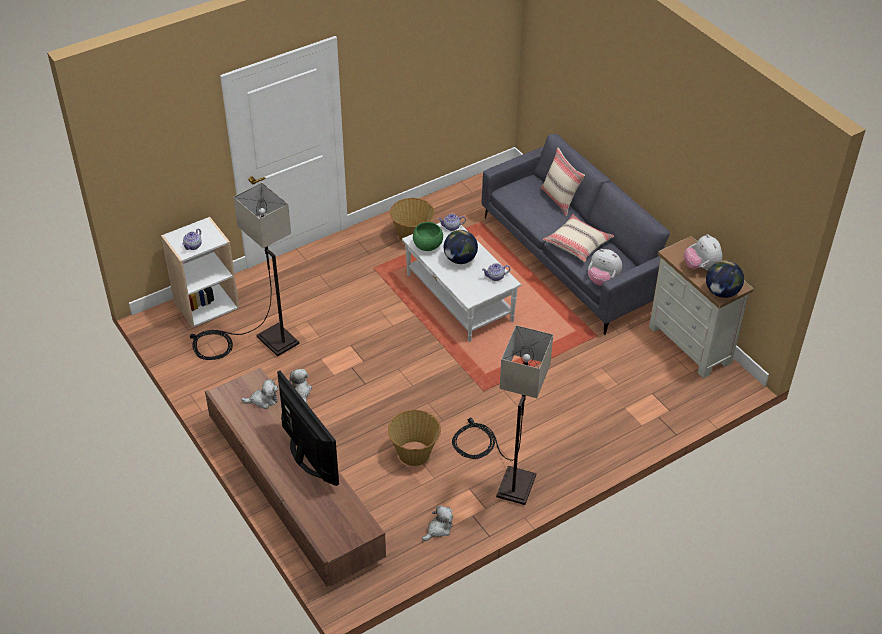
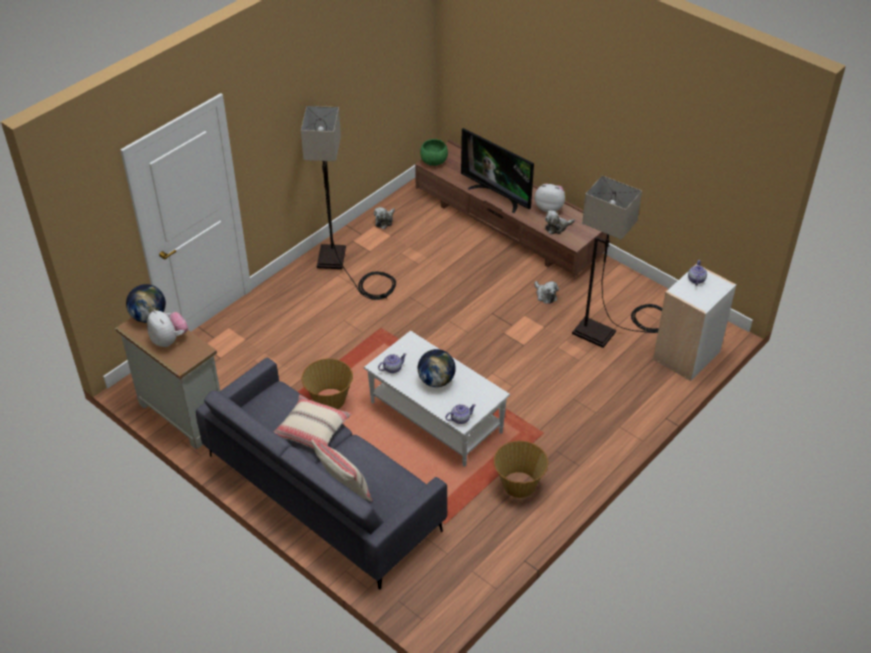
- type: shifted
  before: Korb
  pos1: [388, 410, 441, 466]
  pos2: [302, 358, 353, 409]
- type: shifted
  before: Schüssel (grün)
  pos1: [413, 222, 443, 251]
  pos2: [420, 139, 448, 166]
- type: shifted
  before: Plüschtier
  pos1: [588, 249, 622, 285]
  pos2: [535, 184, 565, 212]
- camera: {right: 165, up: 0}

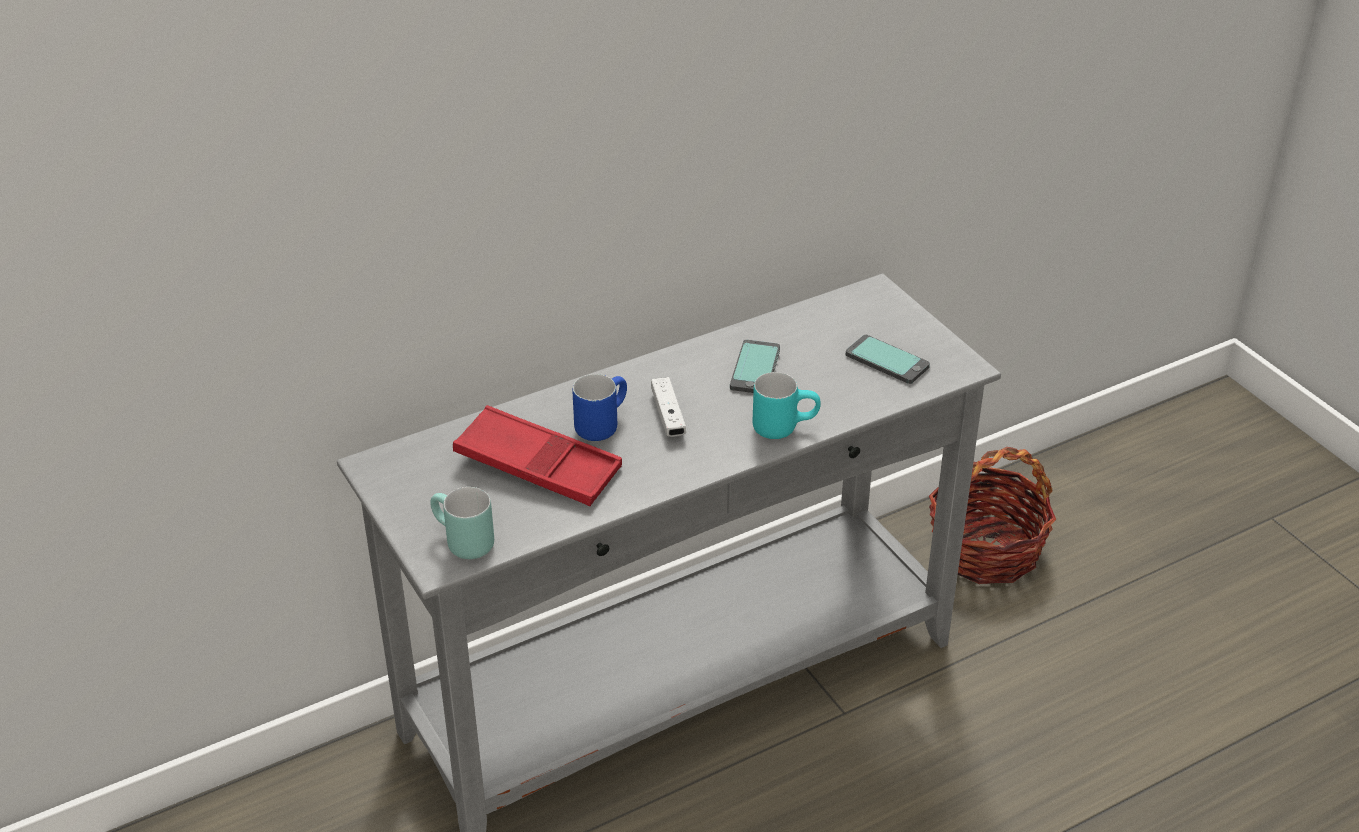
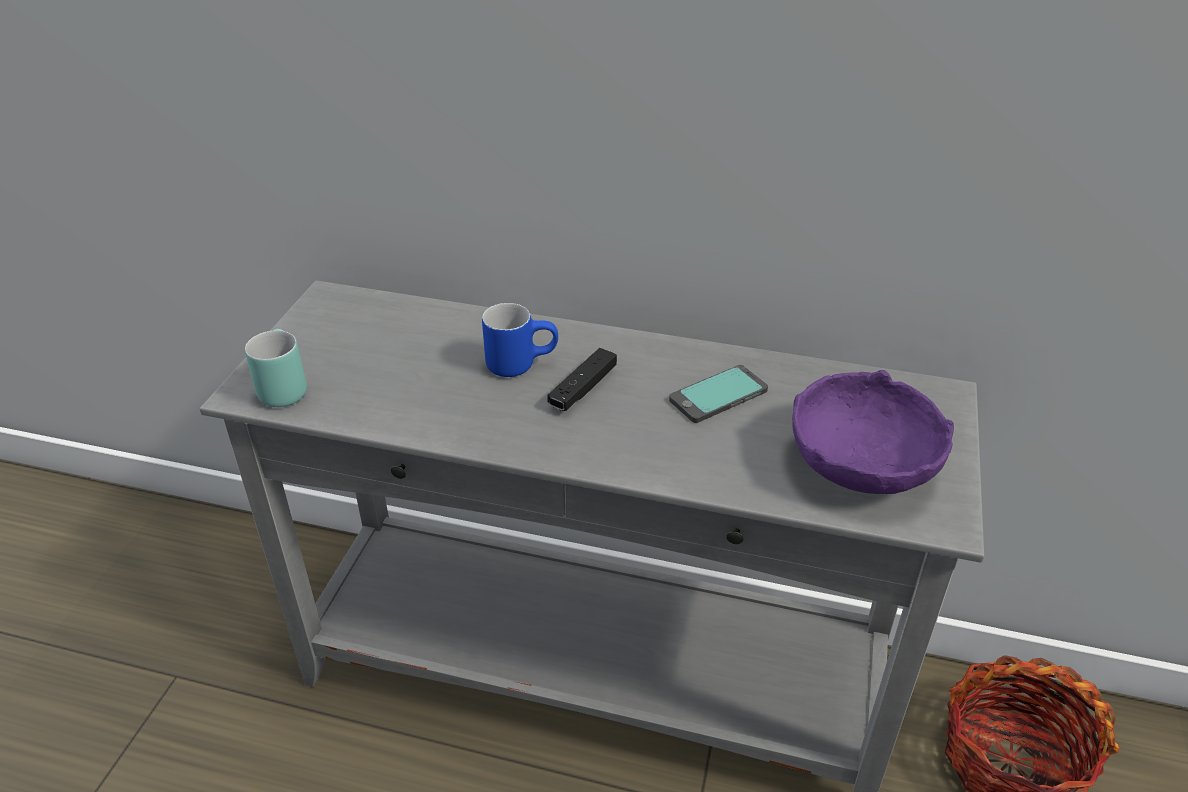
- type: gone
  before: Tablett (rot)
  pos1: [453, 405, 622, 506]
- type: repainted
  before: Gamepad (weiß)
  after: Gamepad (schwarz)
  pos1: [651, 377, 686, 437]
  pos2: [547, 348, 617, 411]
- type: gone
  before: Henkelbecher (türkis)
  pos1: [752, 372, 821, 439]
- type: swapped
  before: Handy
  after: Schüssel (lila)
  pos1: [846, 335, 930, 384]
  pos2: [792, 370, 954, 494]
- camera: {right: 45, up: 0}

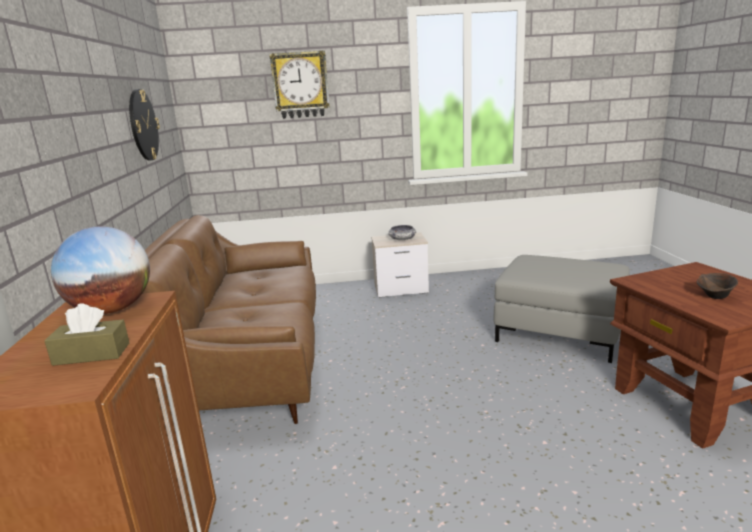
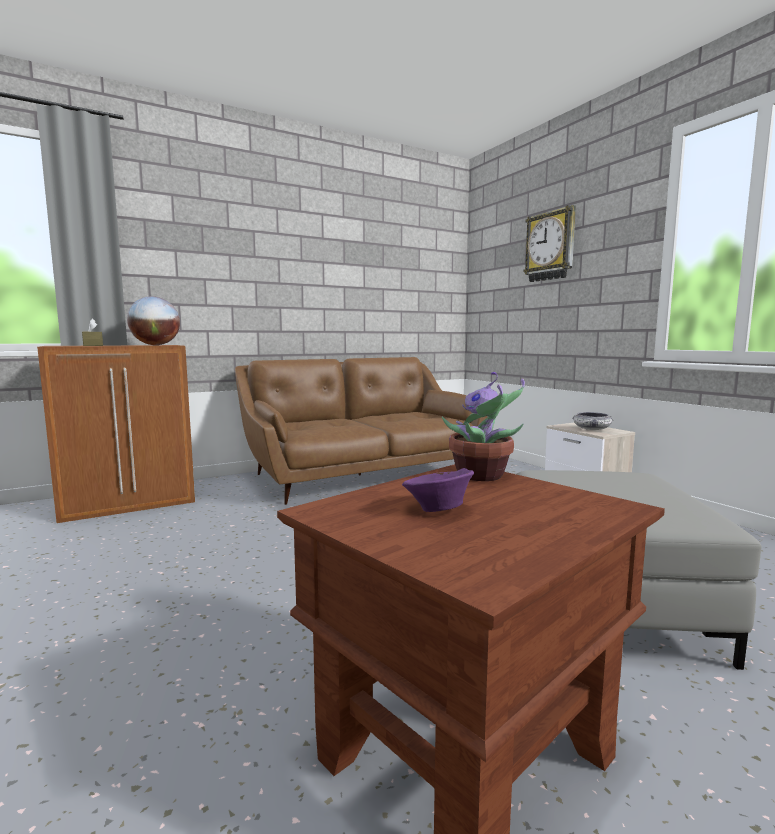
- type: gone
  before: Wanduhr
  pos1: [129, 89, 160, 161]
- type: repainted
  before: Schüssel (braun)
  after: Schüssel (lila)
  pos1: [697, 273, 738, 299]
  pos2: [402, 468, 474, 512]
- type: new
  after: Topfpflanze
  pos2: [442, 372, 525, 481]
- camera: {right: 65, up: -10}

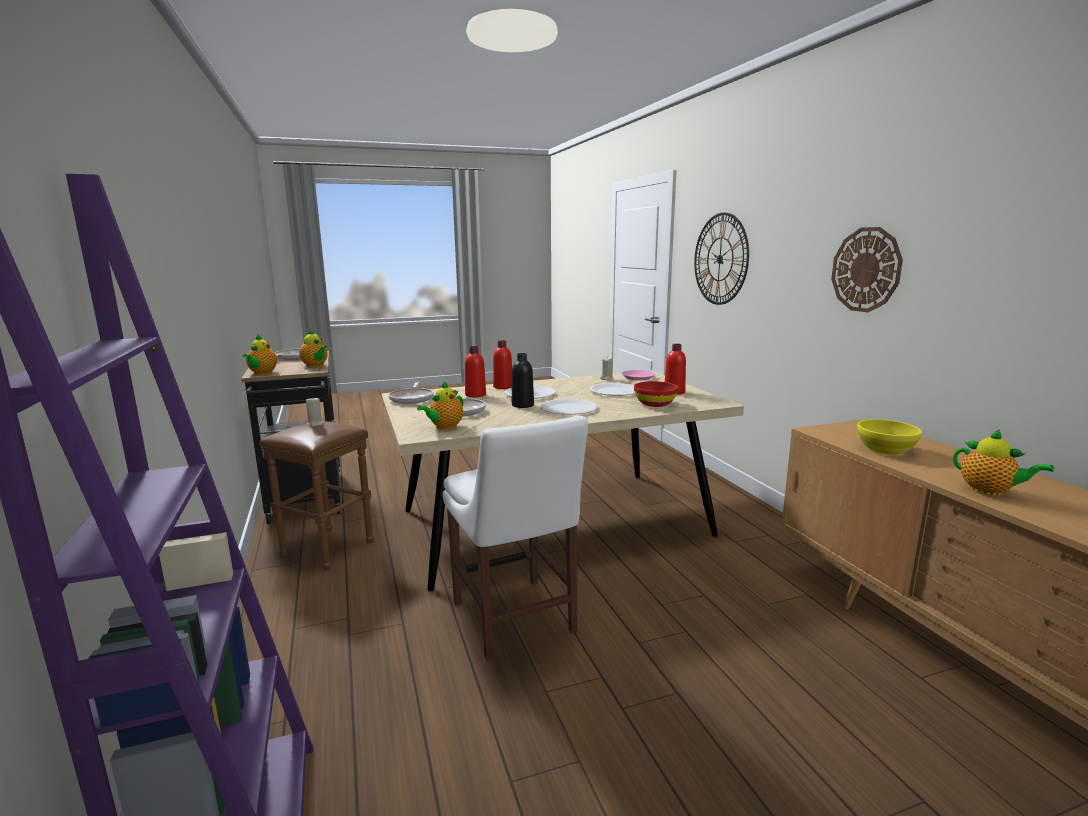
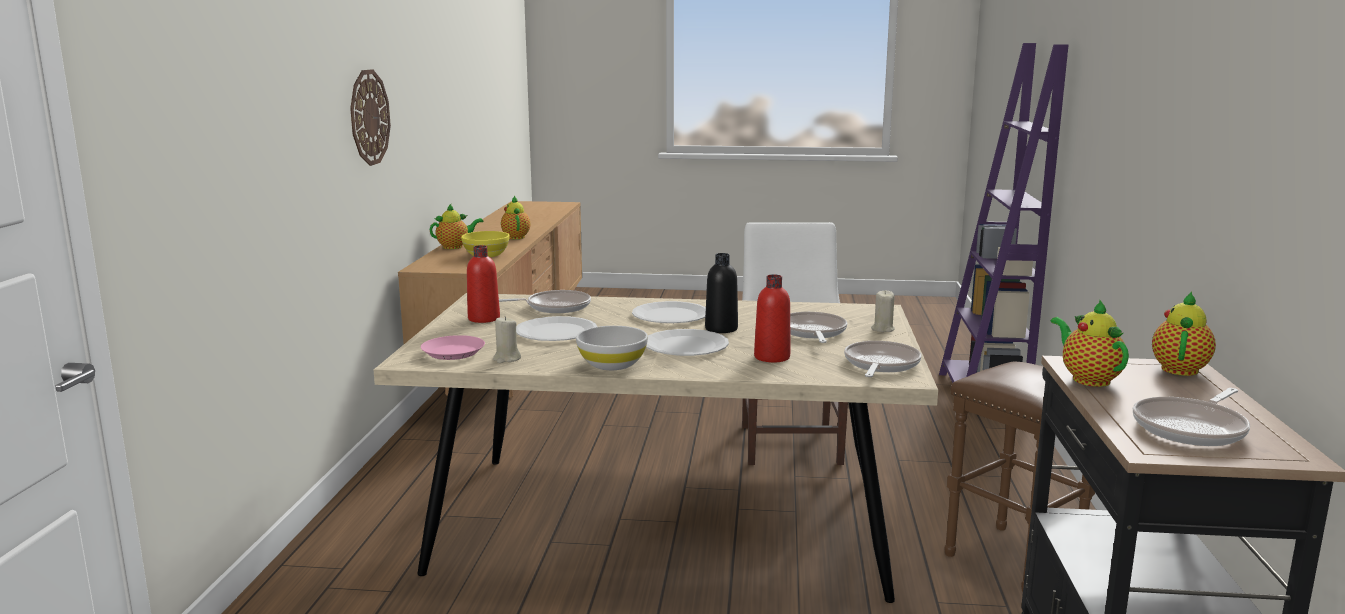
- type: shifted
  before: Kerze (beige)
  pos1: [306, 396, 324, 426]
  pos2: [871, 290, 895, 332]
- type: shifted
  before: Teekanne
  pos1: [417, 381, 463, 430]
  pos2: [430, 204, 483, 249]
- type: gone
  before: Flasche (rot)
  pos1: [493, 340, 512, 389]
- type: swapped
  before: Schüssel (rot)
  after: Pfanne
  pos1: [634, 381, 678, 407]
  pos2: [499, 290, 591, 313]
- type: gone
  before: Wanduhr
  pos1: [694, 213, 749, 305]
- type: new
  after: Schüssel (weiß)
  pos2: [576, 326, 648, 370]
- camera: {right: -155, up: 0}

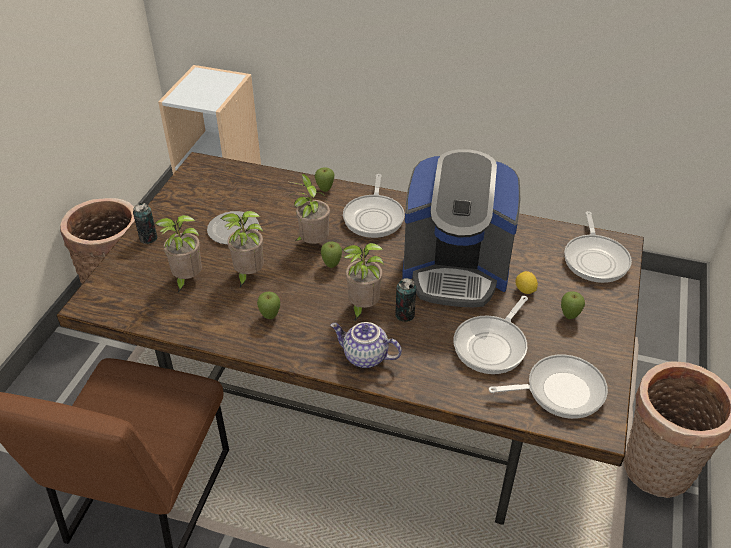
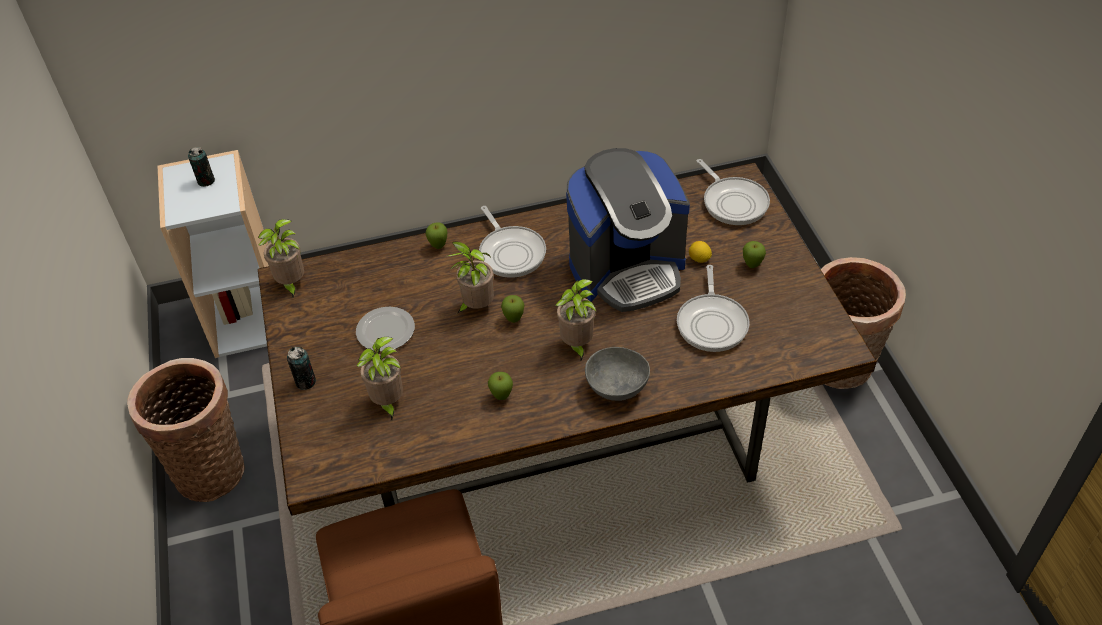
- type: shifted
  before: Topfpflanze
  pos1: [221, 211, 264, 287]
  pos2: [258, 219, 304, 298]
- type: swapped
  before: Teekanne
  after: Schüssel (grau)
  pos1: [330, 322, 402, 368]
  pos2: [585, 347, 650, 401]
- type: shifted
  before: Dose
  pos1: [395, 278, 416, 322]
  pos2: [188, 147, 215, 187]
- type: gone
  before: Pfanne
  pos1: [489, 354, 608, 419]
- camera: {right: -30, up: 5}

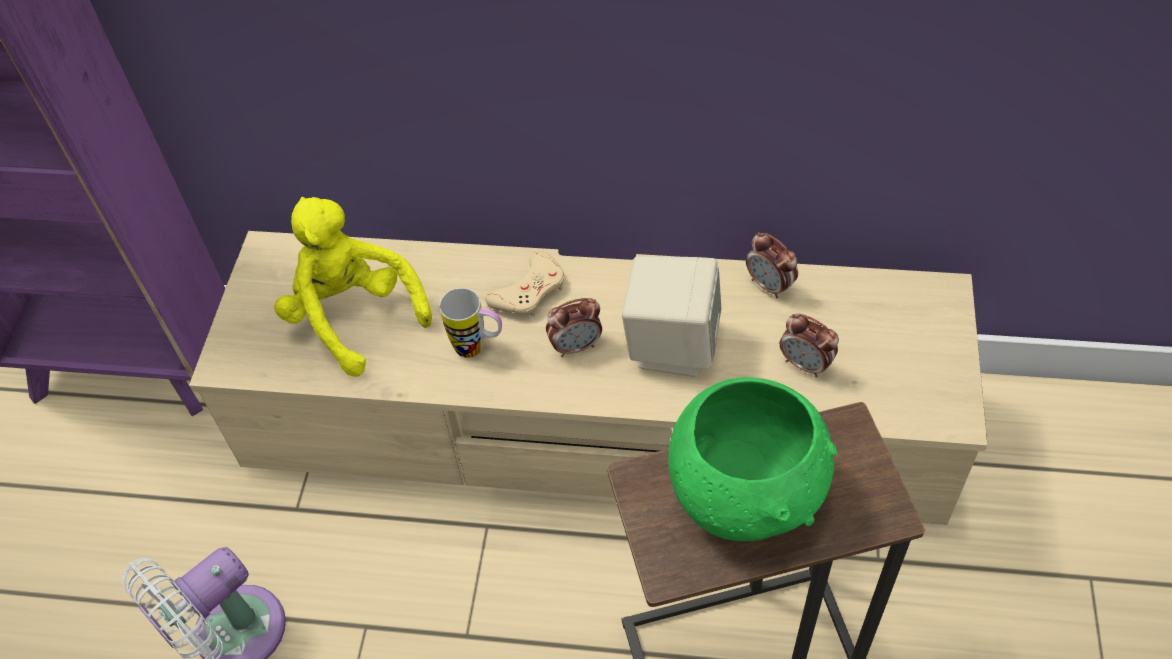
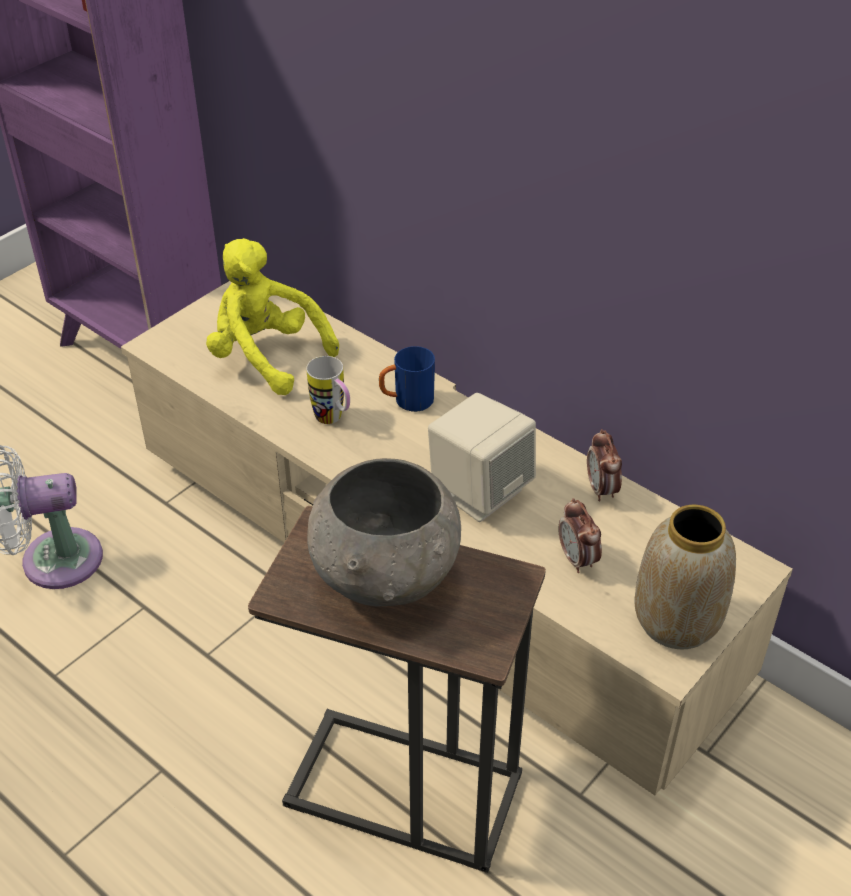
- type: rotated
  before: Plüschtier (gelb)
  pos1: [274, 197, 432, 377]
  pos2: [206, 238, 339, 395]
  turn: -45
- type: swapped
  before: Gamepad (beige)
  after: Henkelbecher (blau)
  pos1: [485, 251, 564, 317]
  pos2: [379, 346, 435, 412]
- type: gone
  before: Wecker
  pos1: [546, 298, 602, 357]
- type: repainted
  before: Schüssel (grün)
  after: Schüssel (grau)
  pos1: [668, 377, 837, 541]
  pos2: [307, 458, 461, 606]
- type: new
  after: Vase
  pos2: [634, 505, 736, 649]
- camera: {right: 30, up: -10}

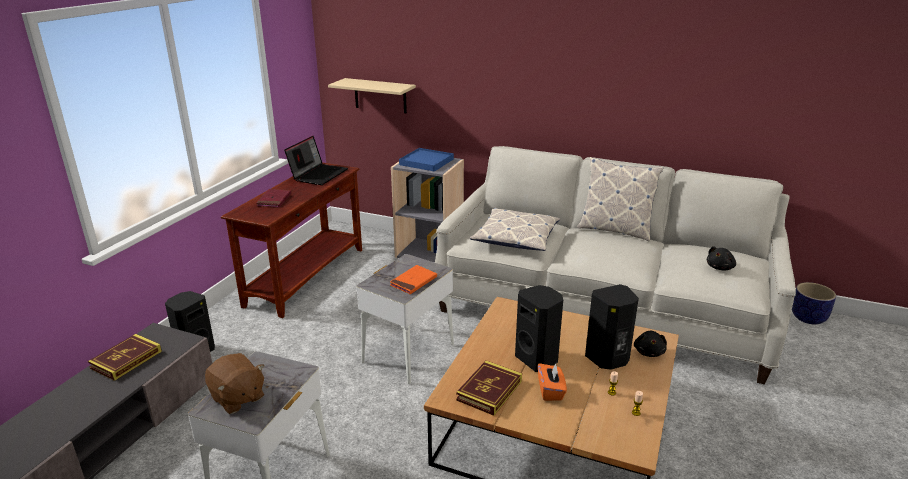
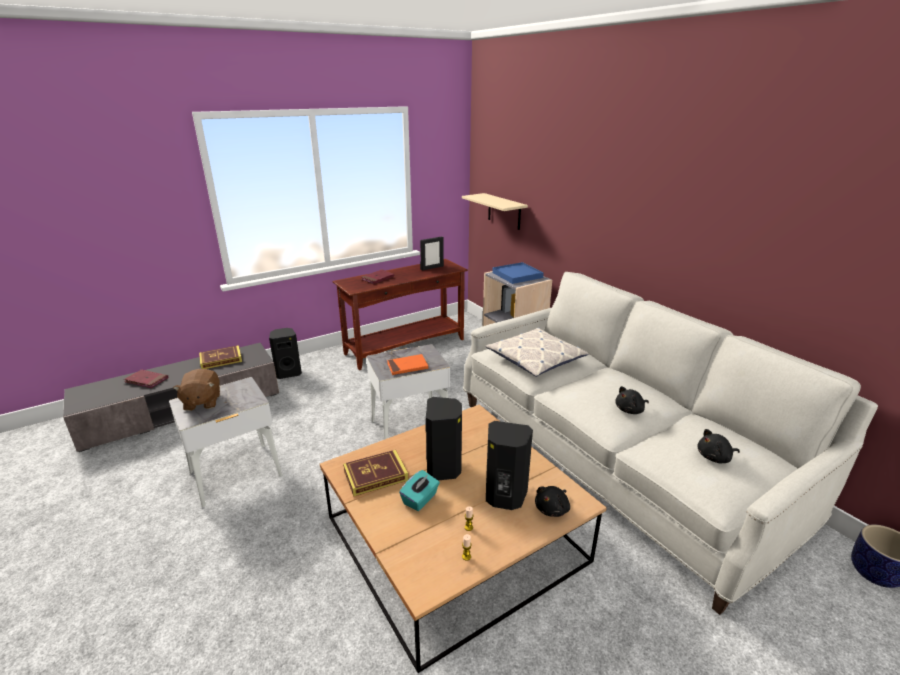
- type: swapped
  before: Laptop
  after: Bilderrahmen
  pos1: [284, 136, 348, 185]
  pos2: [420, 236, 444, 271]
- type: repainted
  before: Taschentuchbox (orange)
  after: Taschentuchbox (türkis)
  pos1: [538, 363, 567, 401]
  pos2: [399, 470, 440, 511]
- type: gone
  before: Kissen
  pos1: [577, 157, 663, 241]
- type: new
  after: Buch (rot)
  pos2: [124, 370, 169, 388]
- type: new
  after: Plüschtier (schwarz)
  pos2: [615, 386, 649, 414]
- camera: {right: 35, up: 0}

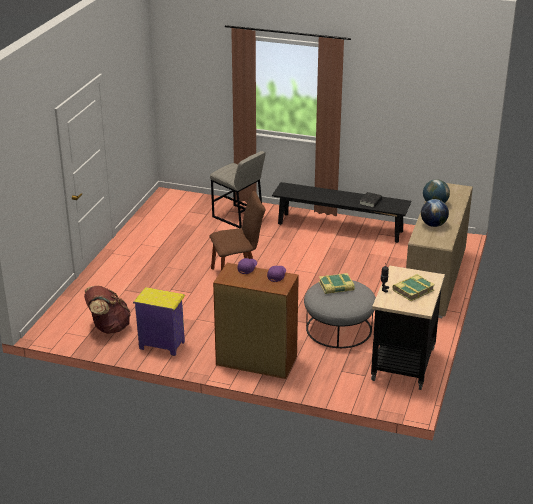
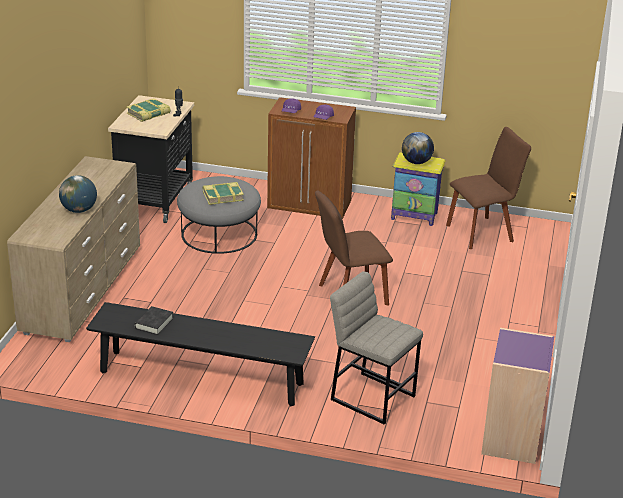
- type: swapped
  before: Rucksack (braun)
  after: Stuhl (braun)
  pos1: [84, 286, 131, 334]
  pos2: [446, 127, 531, 249]
- type: shifted
  before: Globus
  pos1: [421, 199, 449, 227]
  pos2: [402, 132, 434, 164]
- type: new
  after: Bücherregal (lila)
  pos2: [481, 328, 554, 464]
- camera: {right: 175, up: 0}

